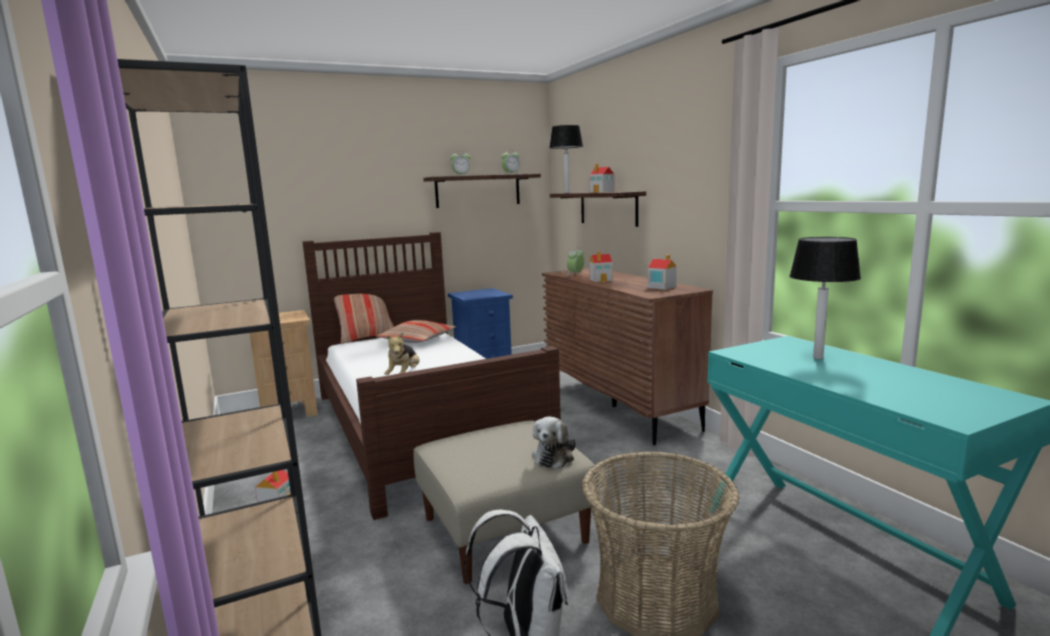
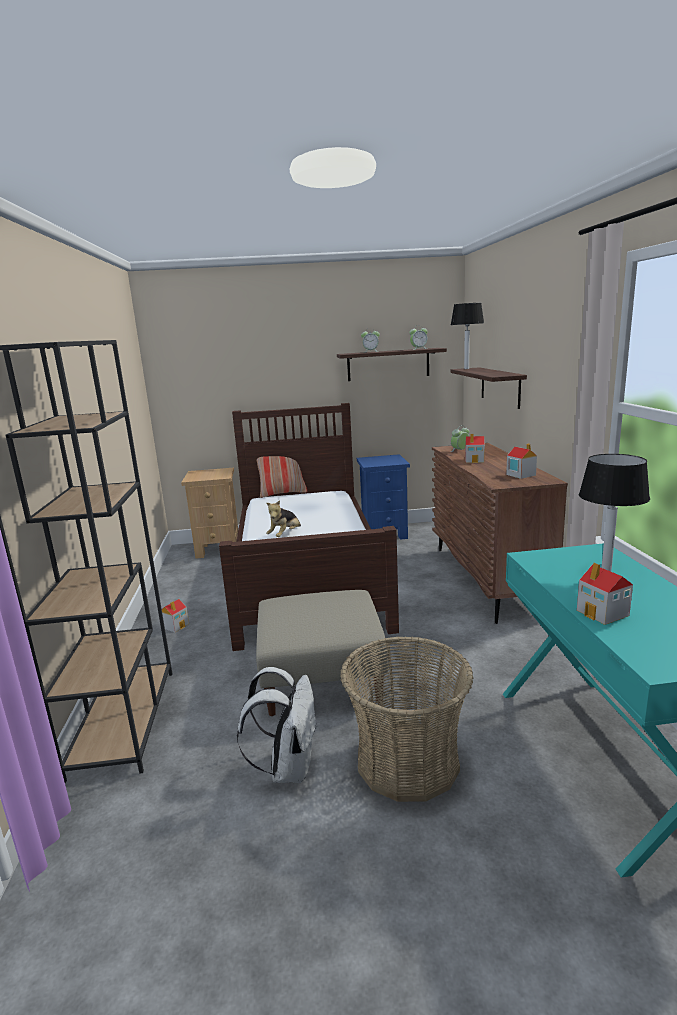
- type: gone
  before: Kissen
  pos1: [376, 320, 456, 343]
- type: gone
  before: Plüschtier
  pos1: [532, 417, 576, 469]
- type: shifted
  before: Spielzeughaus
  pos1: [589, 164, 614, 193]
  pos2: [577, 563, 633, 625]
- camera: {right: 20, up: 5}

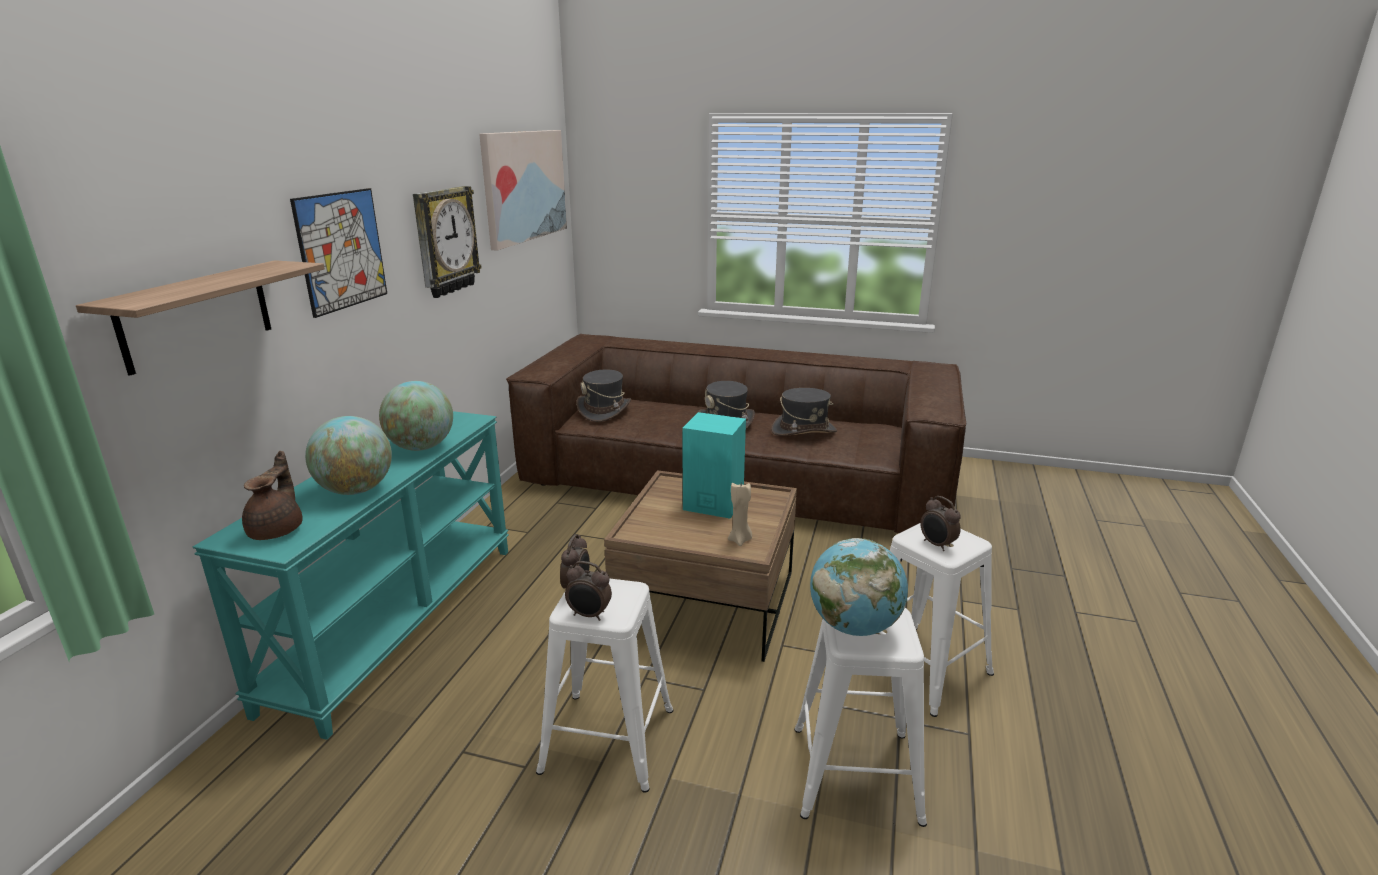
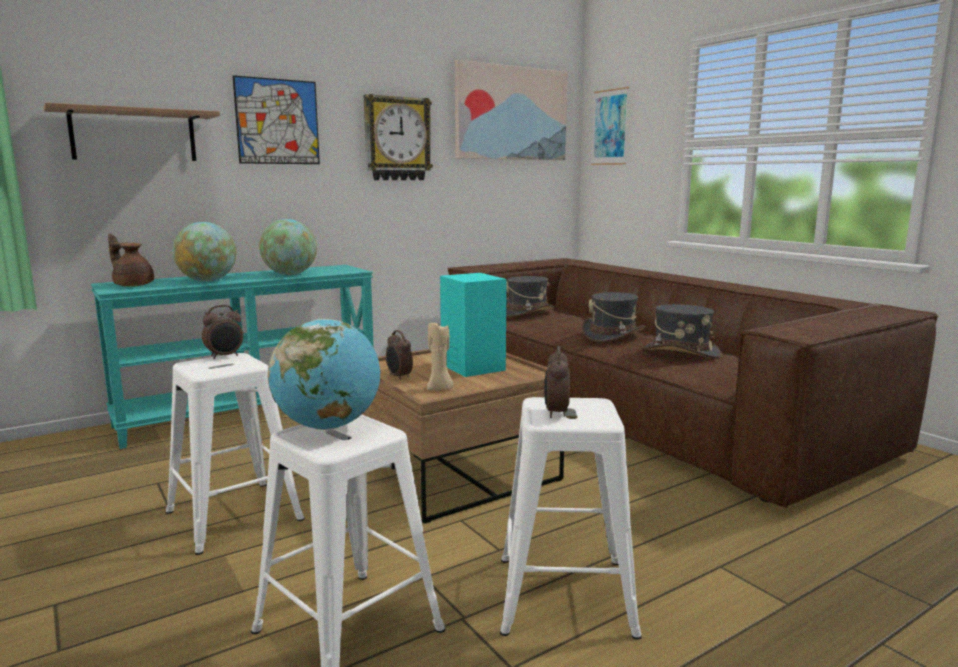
- type: rotated
  before: Teekanne (braun)
  pos1: [242, 451, 303, 540]
  pos2: [108, 233, 154, 287]
  turn: -105
- type: shifted
  before: Wecker
  pos1: [565, 561, 612, 621]
  pos2: [386, 330, 413, 380]
- type: new
  after: Bild
  pos2: [591, 87, 630, 165]
- camera: {right: 40, up: -10}

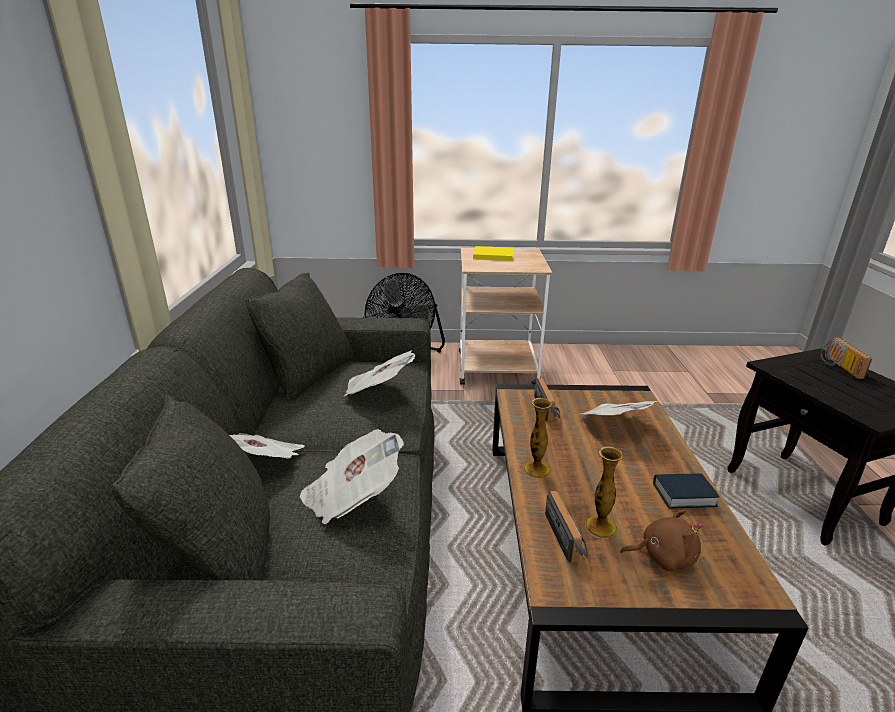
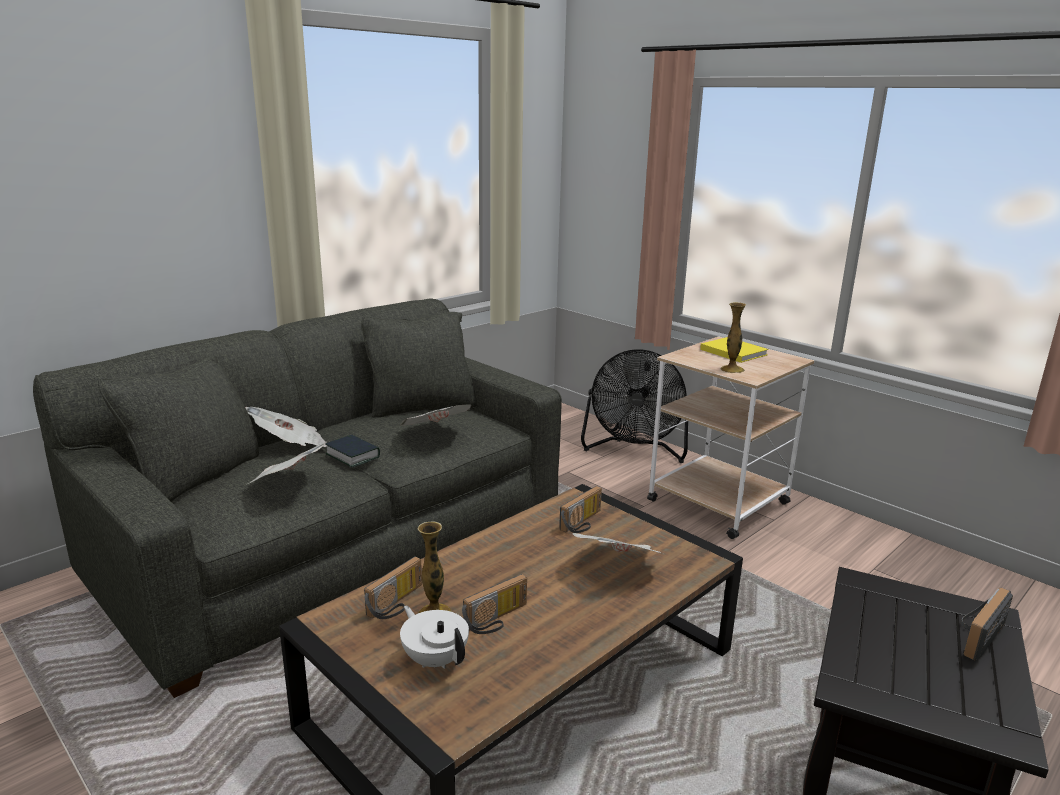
- type: shifted
  before: Vase
  pos1: [523, 398, 552, 478]
  pos2: [720, 302, 746, 373]
- type: swapped
  before: Plüschtier (braun)
  after: Teekanne (weiß)
  pos1: [620, 510, 702, 571]
  pos2: [400, 606, 469, 669]
- type: shifted
  before: Buch
  pos1: [653, 473, 720, 508]
  pos2: [325, 435, 380, 467]
- type: new
  after: Radio
  pos2: [462, 574, 527, 634]
- camera: {right: 45, up: -5}

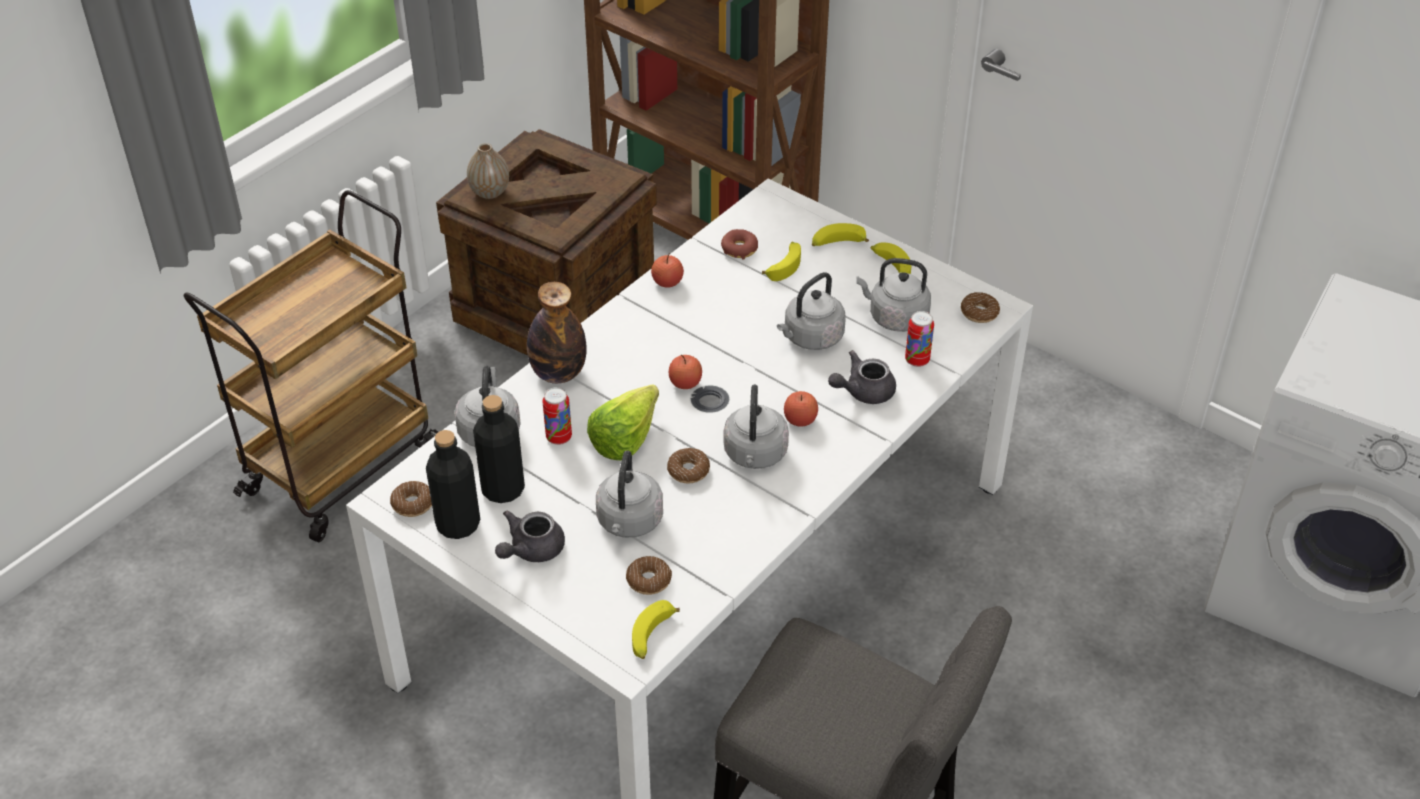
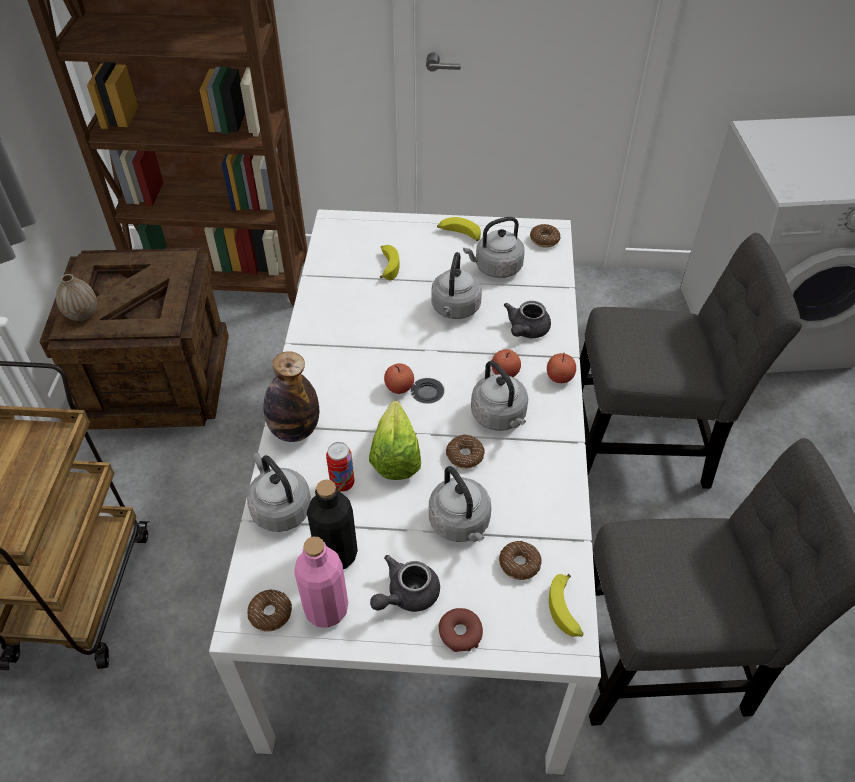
- type: repainted
  before: Flasche (schwarz)
  after: Flasche (rosa)
  pos1: [426, 430, 480, 539]
  pos2: [294, 537, 348, 628]
- type: rotated
  before: Teekanne (grau)
  pos1: [495, 510, 565, 562]
  pos2: [370, 555, 440, 612]
  turn: 45
- type: shifted
  before: Apfel
  pos1: [651, 253, 684, 288]
  pos2: [547, 353, 576, 383]
- type: shifted
  before: Donut
  pos1: [721, 229, 758, 259]
  pos2: [439, 608, 483, 652]
- type: gone
  before: Banane
  pos1: [812, 223, 869, 246]
- type: gone
  before: Dose
  pos1: [905, 311, 934, 367]
- type: new
  after: Stuhl (grau)
  pos2: [580, 233, 802, 488]
- camera: {right: -35, up: 5}

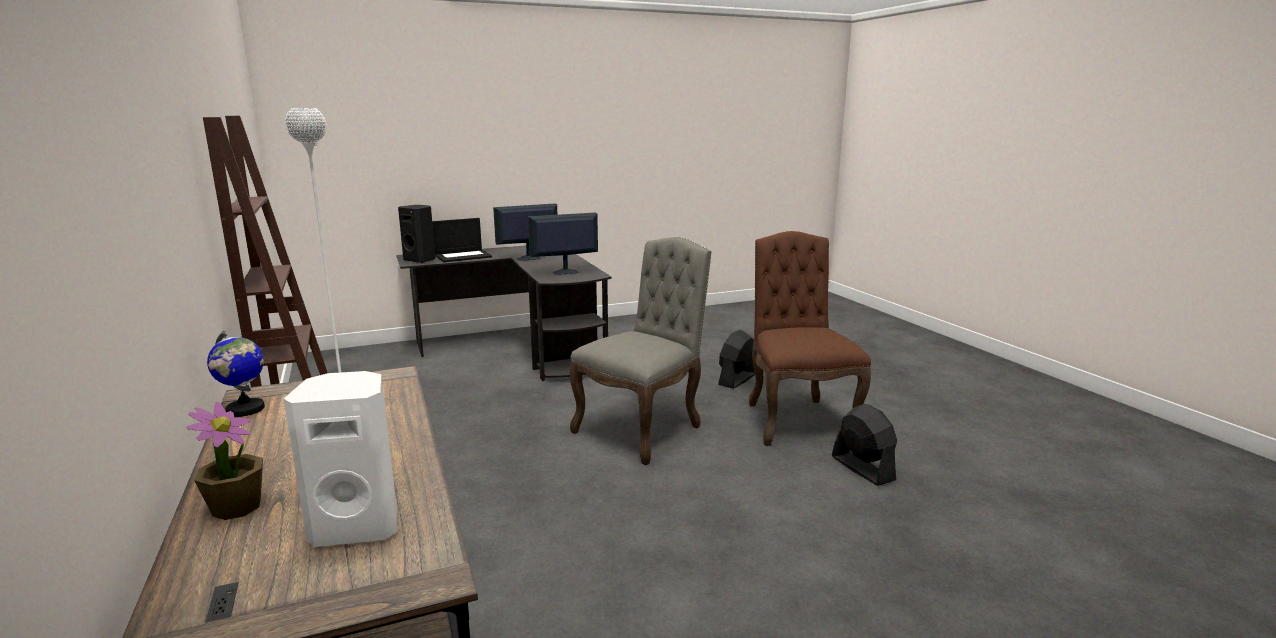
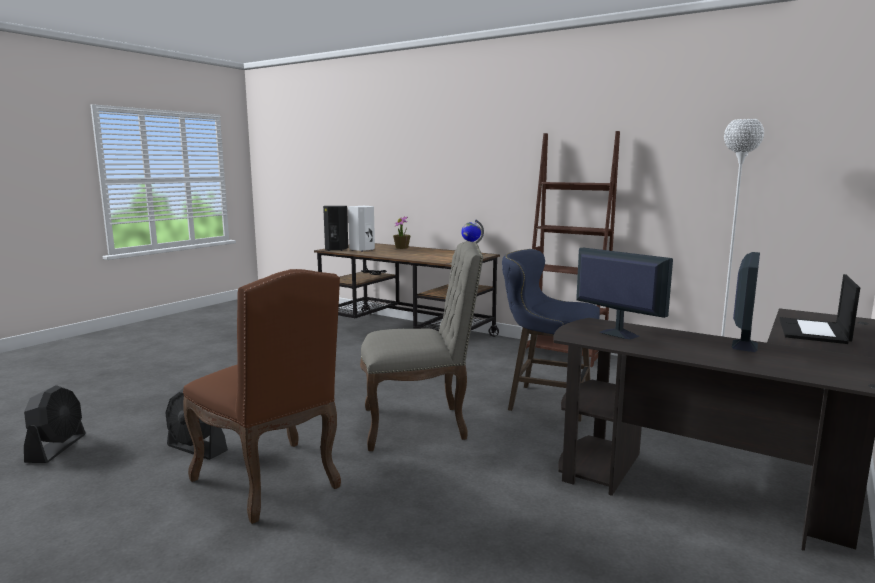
- type: shifted
  before: Lautsprecher (schwarz)
  pos1: [398, 205, 436, 263]
  pos2: [323, 206, 348, 251]
- type: rotated
  before: Monitor
  pos1: [528, 212, 598, 275]
  pos2: [576, 248, 673, 340]
  turn: -75
- type: rotated
  before: Stuhl (grau)
  pos1: [570, 237, 712, 465]
  pos2: [360, 241, 483, 451]
  turn: -105
- type: shifted
  before: Ventilator (schwarz)
  pos1: [718, 330, 755, 389]
  pos2: [24, 385, 86, 463]
- type: new
  after: Hocker (blau)
  pos2: [502, 249, 600, 422]
- camera: {right: 145, up: -5}

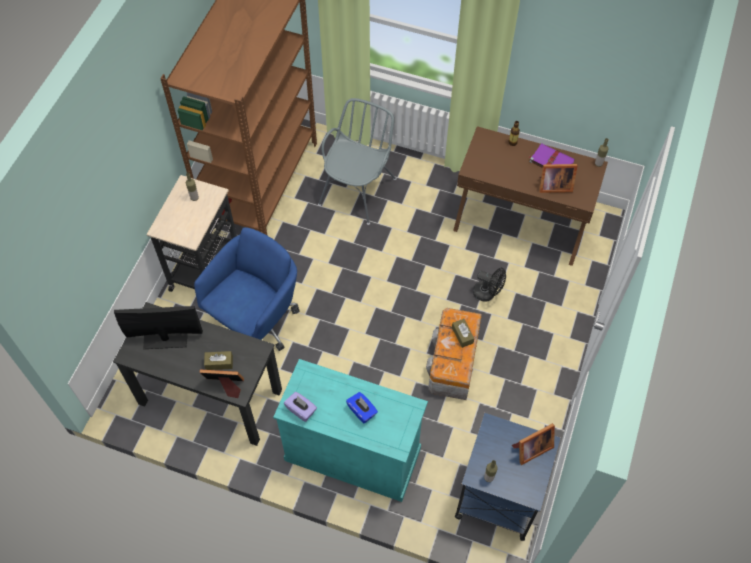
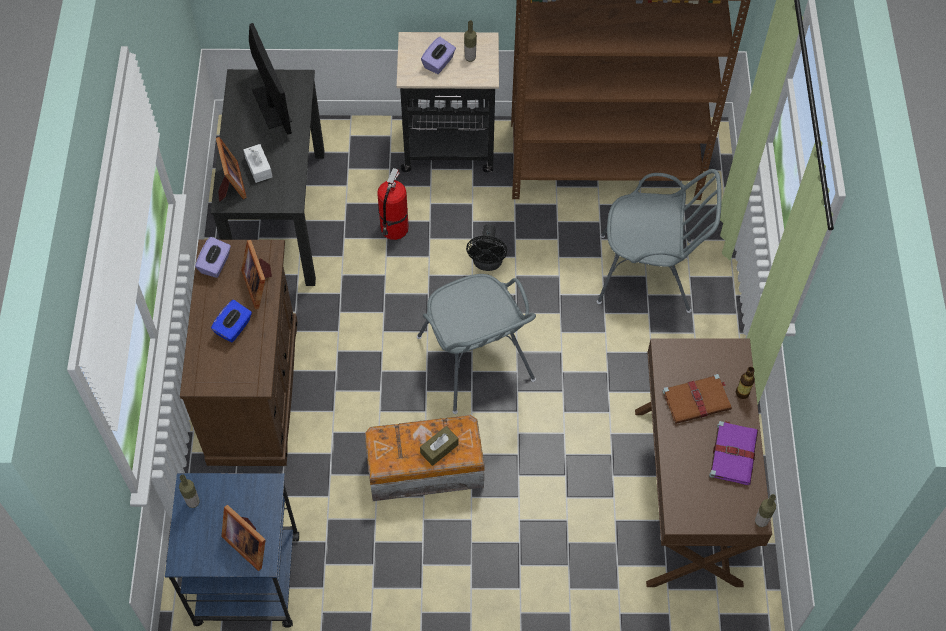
- type: swapped
  before: Bürostuhl (blau)
  after: Feuerlöscher
  pos1: [194, 227, 300, 351]
  pos2: [377, 168, 409, 240]
- type: repainted
  before: Taschentuchbox (braun)
  after: Taschentuchbox (weiß)
  pos1: [204, 351, 233, 370]
  pos2: [243, 144, 273, 183]
- type: repainted
  before: Schrank (türkis)
  after: Schrank (braun)
  pos1: [273, 359, 428, 502]
  pos2: [180, 240, 297, 466]
- type: shifted
  before: Ventilator (schwarz)
  pos1: [473, 268, 506, 302]
  pos2: [466, 224, 507, 271]
- type: shifted
  before: Bilderrahmen
  pos1: [539, 164, 578, 193]
  pos2: [241, 240, 272, 309]
- type: new
  after: Stuhl (grau)
  pos2: [417, 274, 536, 414]
- type: new
  after: Taschentuchbox (lila)
  pos2: [421, 37, 456, 74]
- type: new
  after: Buch (braun)
  pos2: [662, 374, 732, 424]
- camera: {right: 70, up: 0}

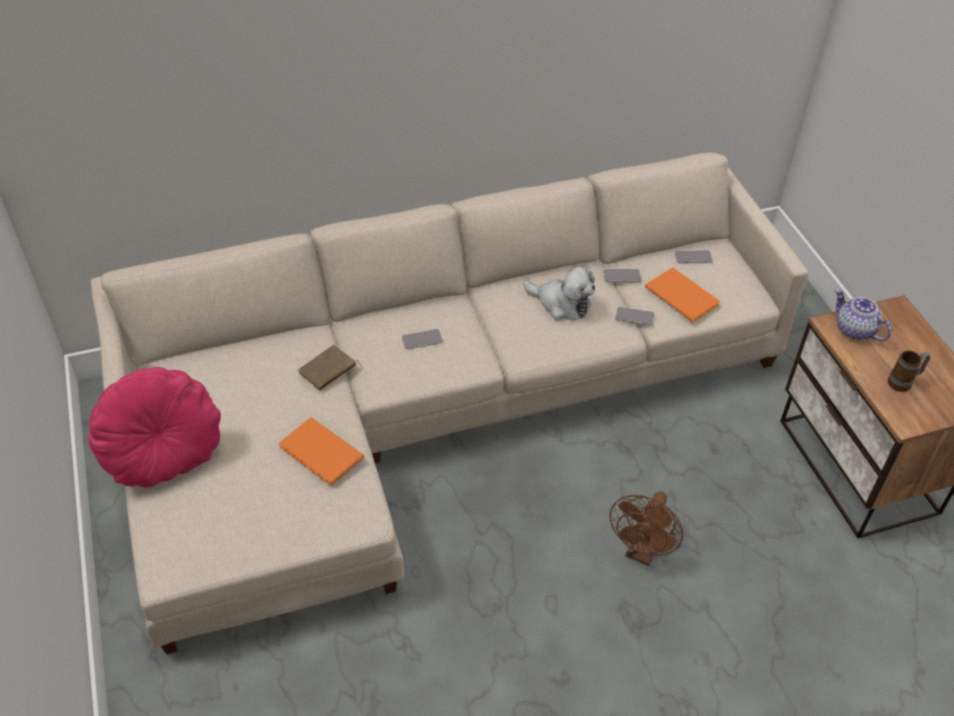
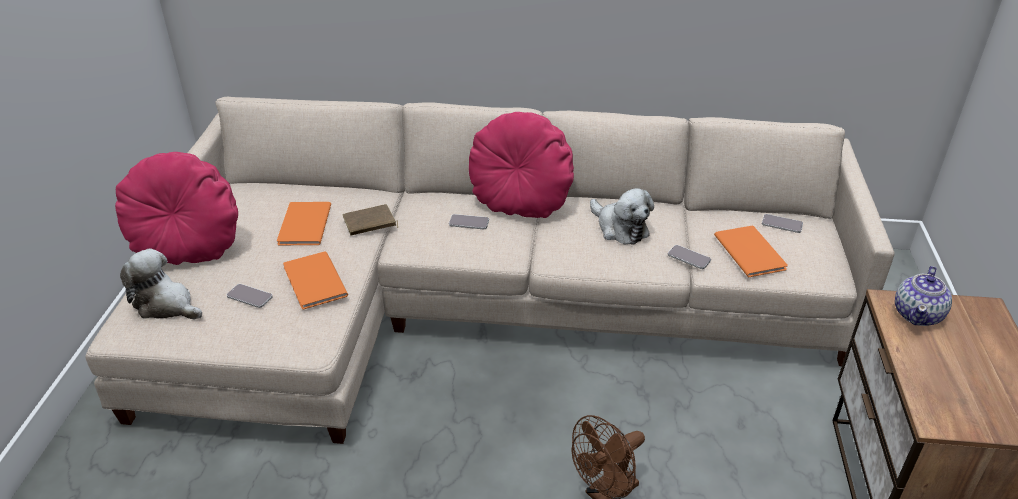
- type: shifted
  before: Handy
  pos1: [603, 269, 641, 282]
  pos2: [227, 284, 273, 308]
- type: rotated
  before: Teekanne
  pos1: [835, 289, 892, 341]
  pos2: [895, 266, 952, 326]
  turn: -135
- type: gone
  before: Henkelbecher
  pos1: [888, 350, 930, 392]
- type: new
  after: Plüschtier
  pos2: [120, 249, 202, 319]
- type: new
  after: Buch (orange)
  pos2: [277, 202, 331, 245]
- type: new
  after: Kissen (rosa)
  pos2: [469, 112, 574, 218]
- camera: {right: 25, up: -10}

